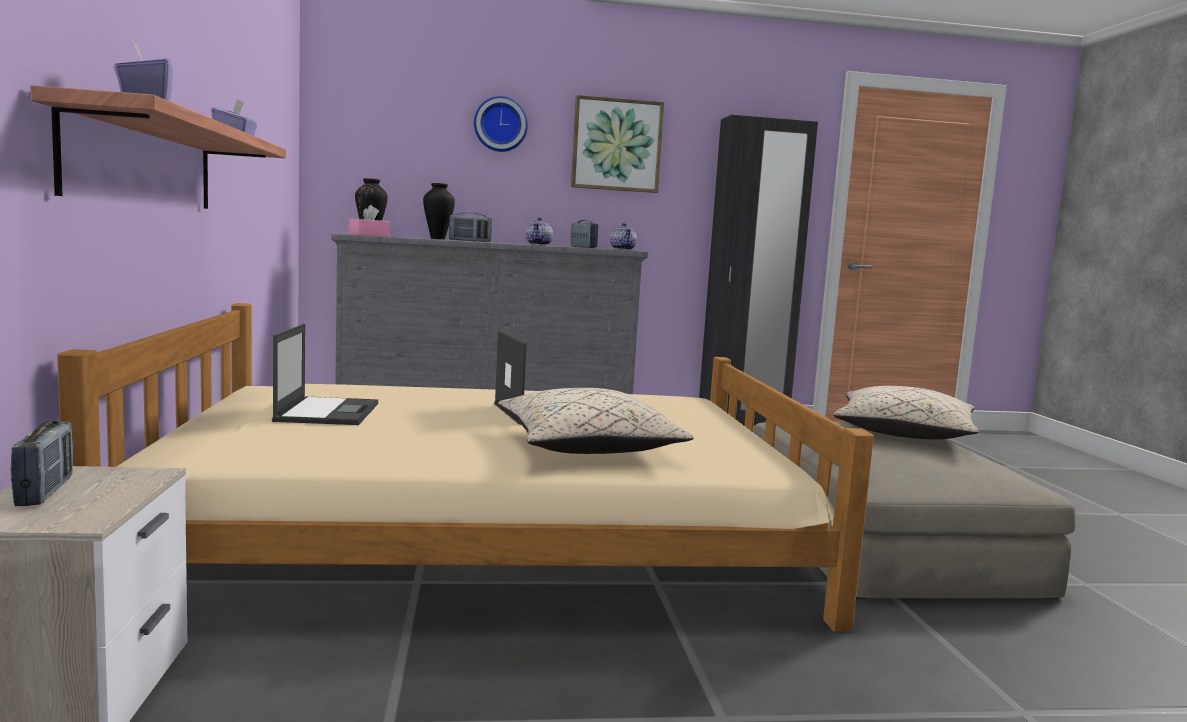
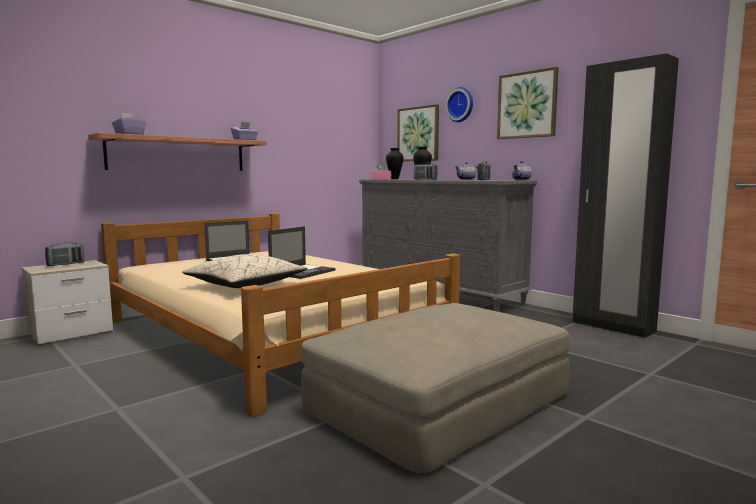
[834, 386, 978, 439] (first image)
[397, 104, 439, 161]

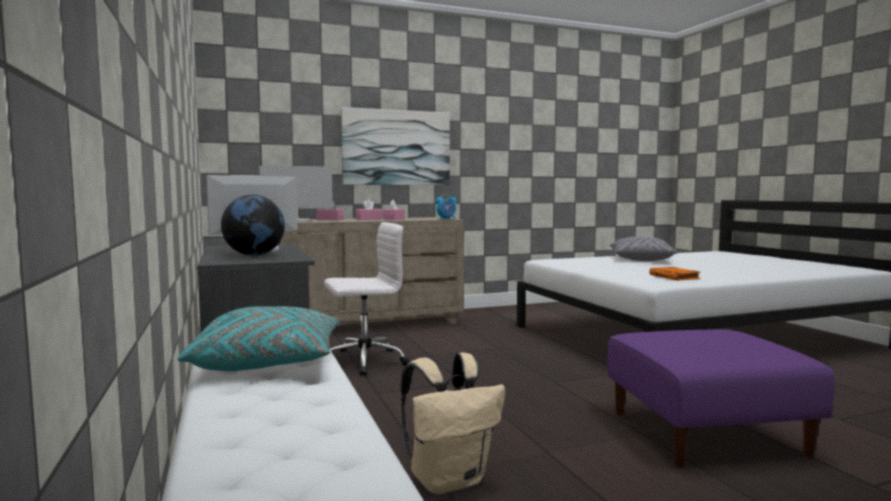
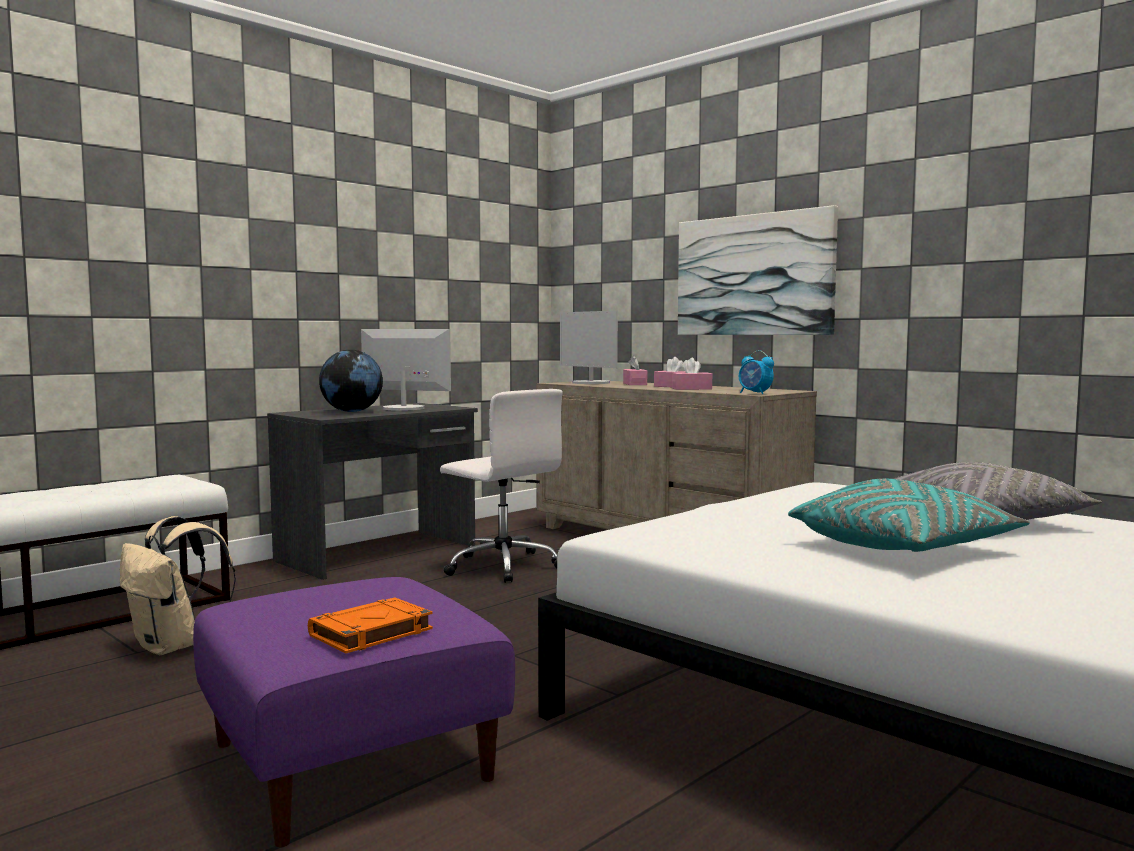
[788, 479, 1030, 552]
[308, 597, 433, 653]

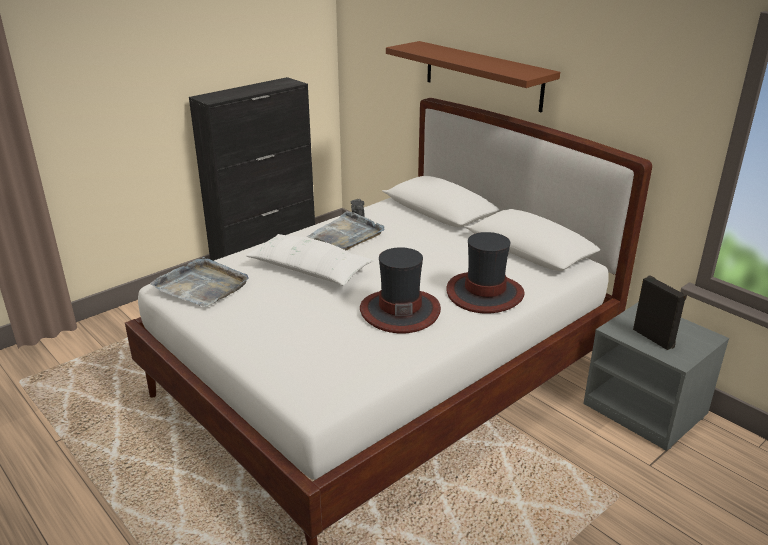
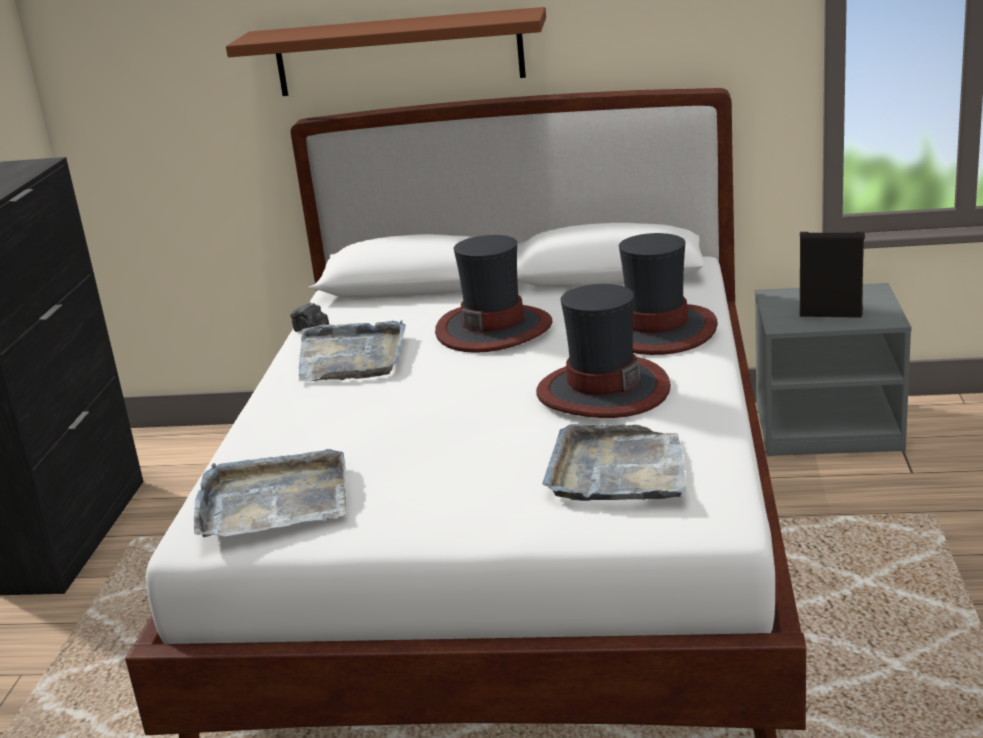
[246, 234, 374, 286] (first image)
[435, 235, 552, 353]
[542, 424, 686, 501]

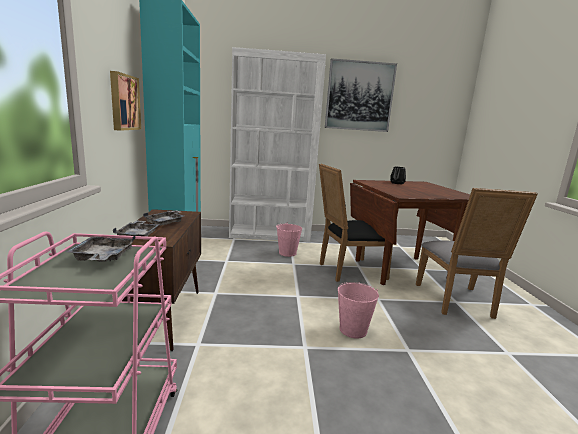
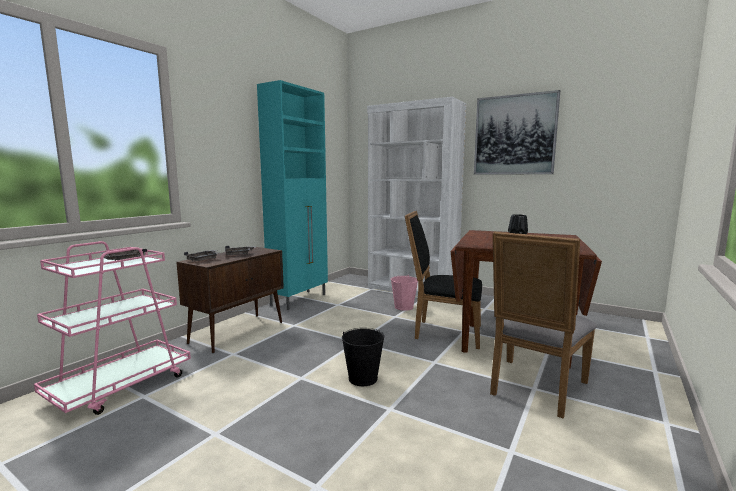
[110, 71, 141, 131] (first image)
[342, 328, 384, 386]

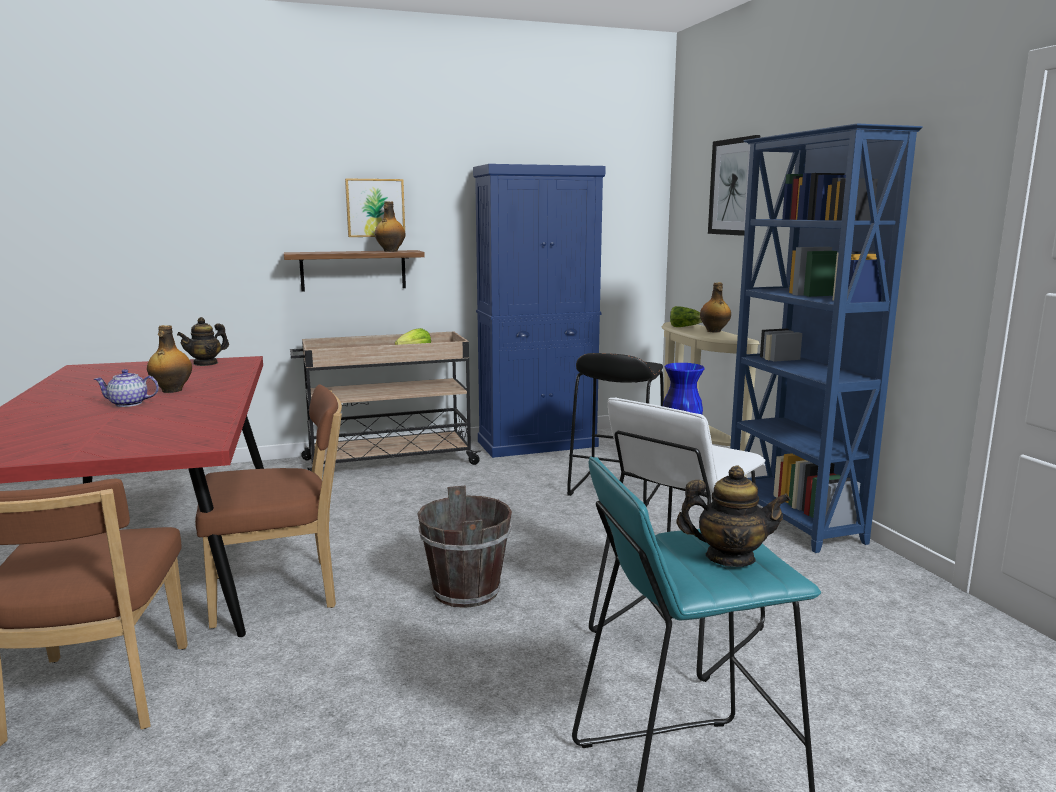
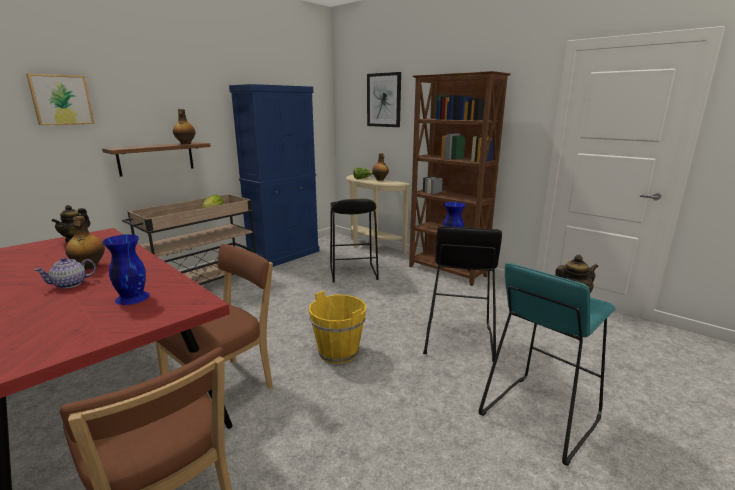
[26, 74, 95, 125]
[308, 291, 366, 364]
[423, 226, 502, 362]
[409, 71, 511, 286]
[103, 234, 150, 305]

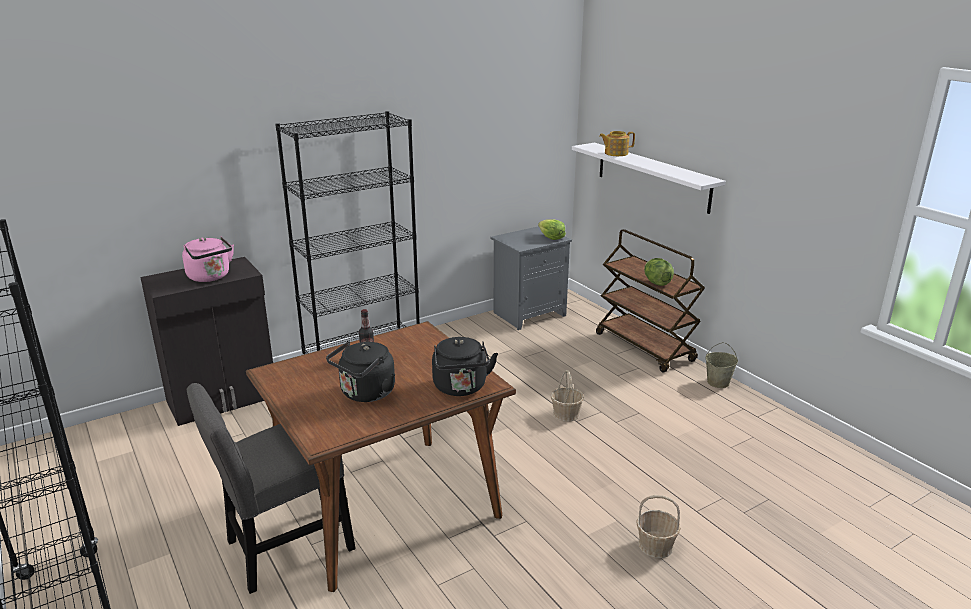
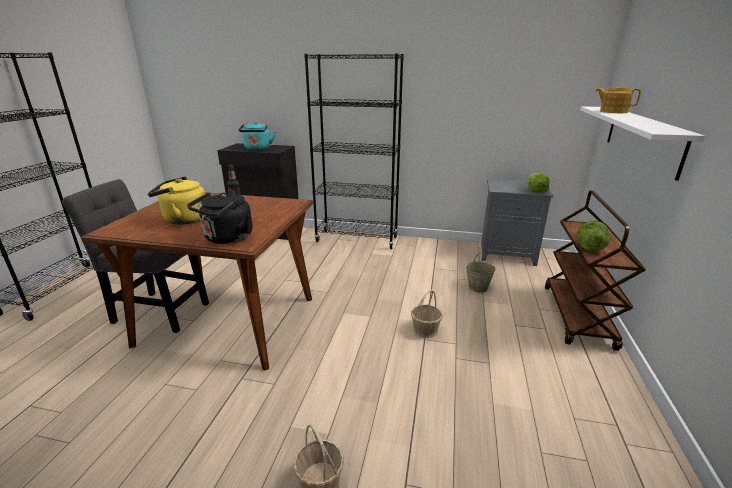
[238, 122, 275, 150]
[147, 176, 205, 225]
[466, 253, 496, 292]

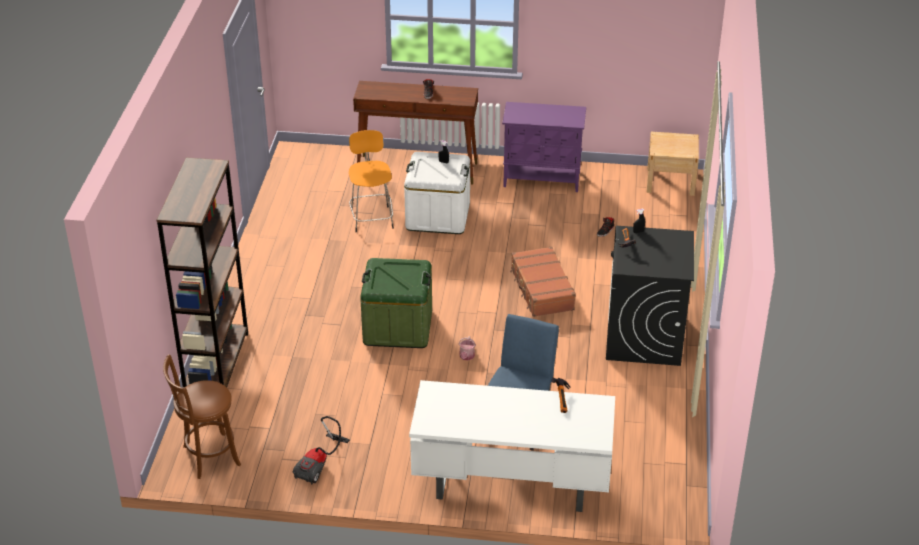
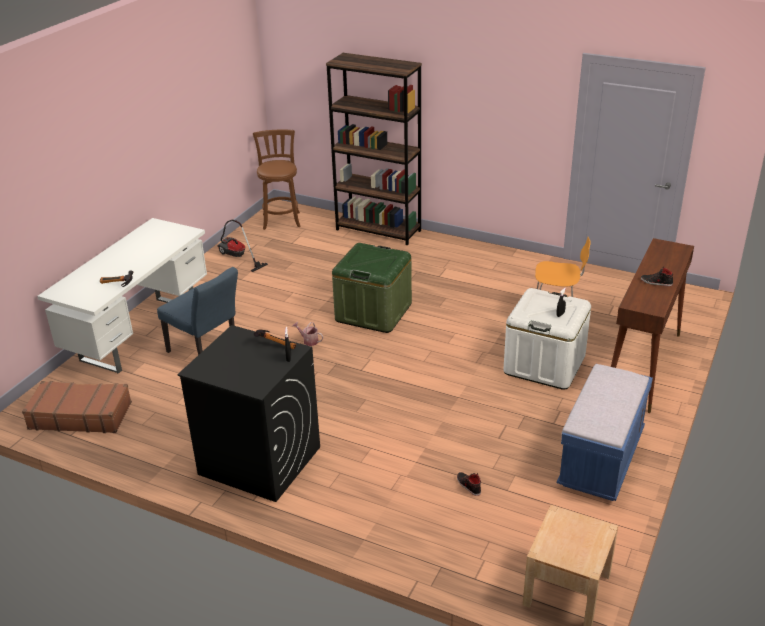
[557, 364, 653, 501]
[22, 381, 132, 433]

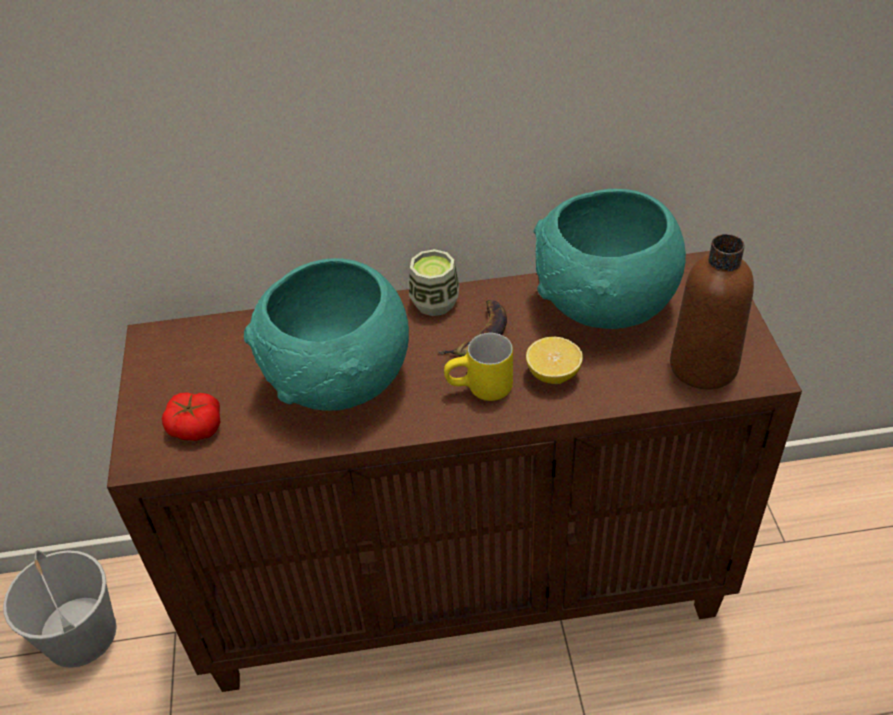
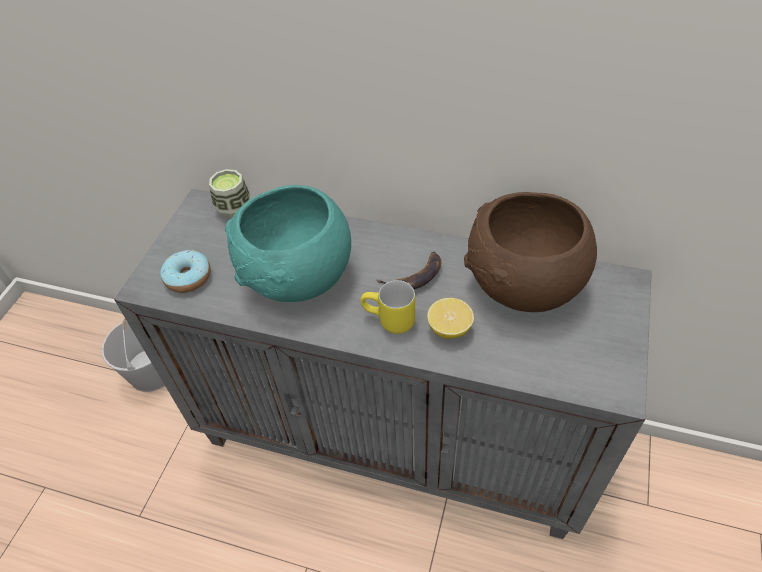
[114, 189, 652, 539]
[160, 250, 211, 293]
[209, 169, 250, 219]
[464, 192, 597, 312]
[670, 234, 754, 390] (first image)

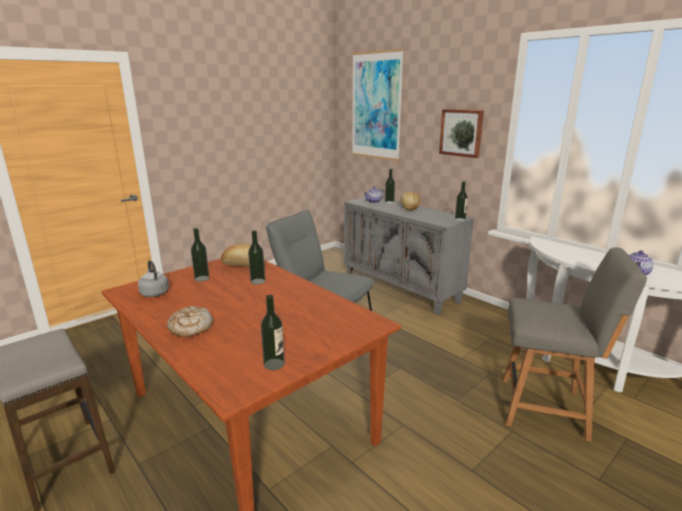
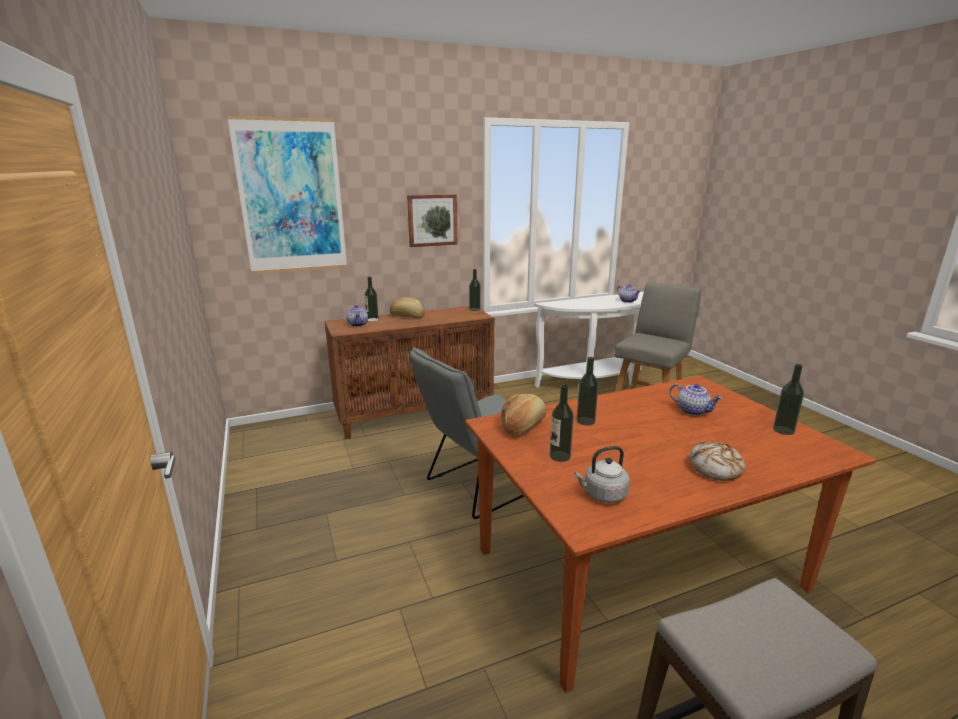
[325, 306, 494, 439]
[669, 383, 723, 416]

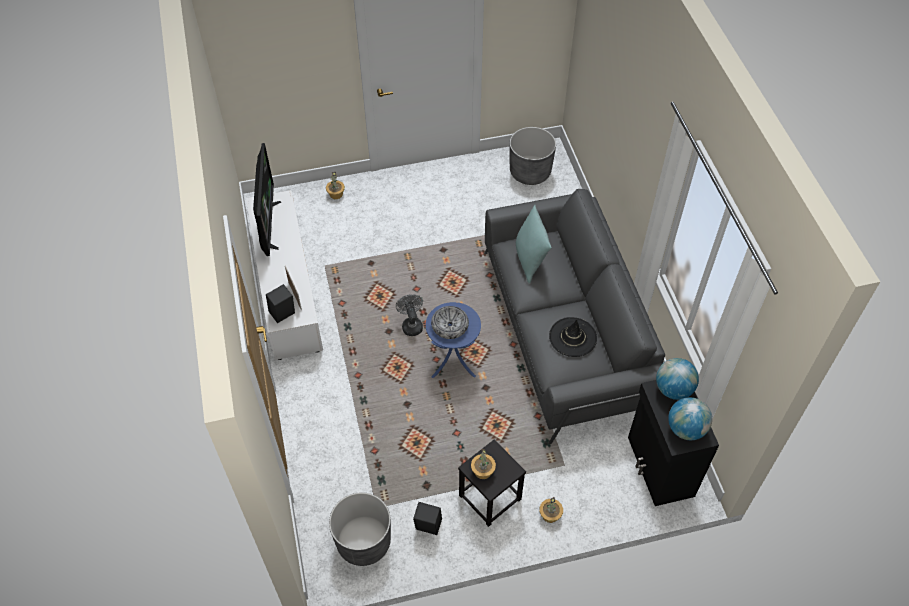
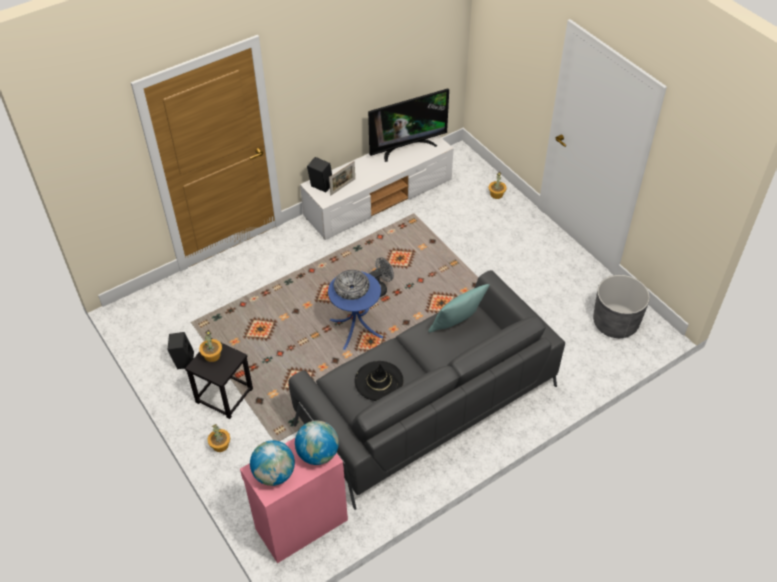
[329, 492, 391, 566] (first image)
[240, 438, 348, 563]

